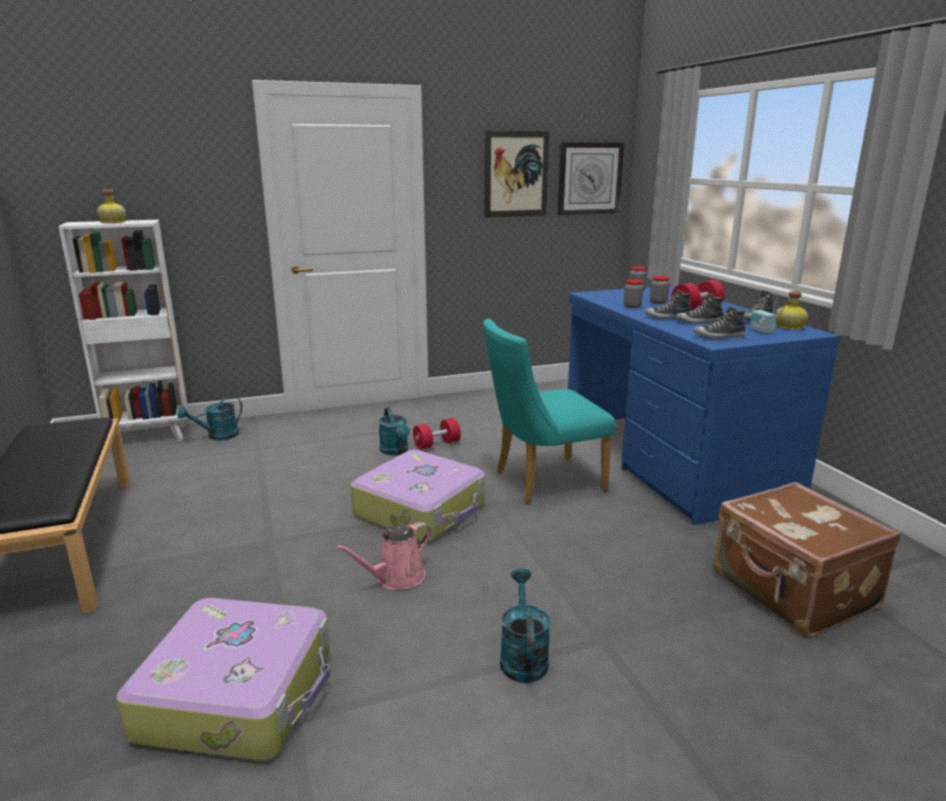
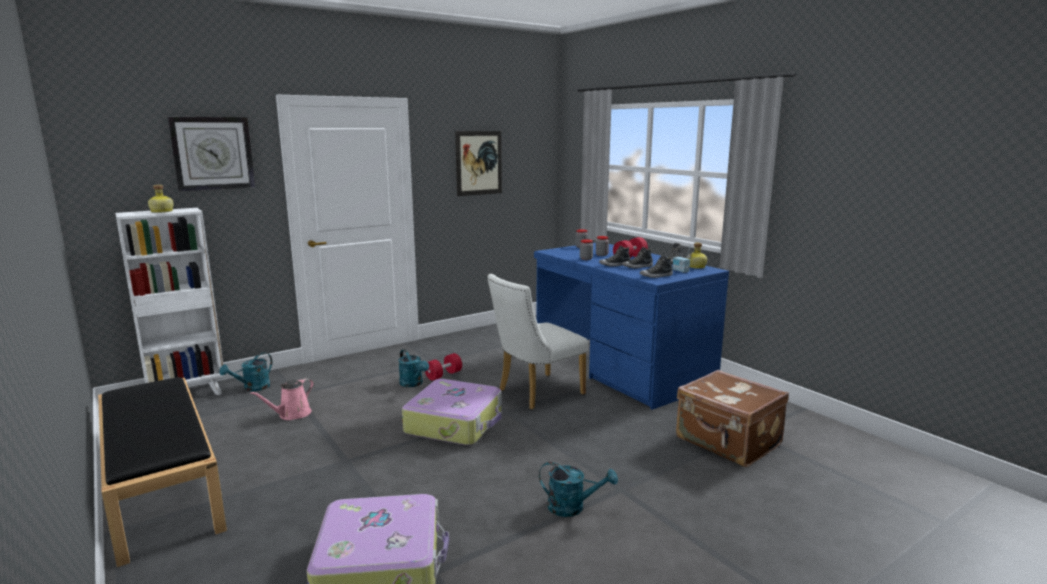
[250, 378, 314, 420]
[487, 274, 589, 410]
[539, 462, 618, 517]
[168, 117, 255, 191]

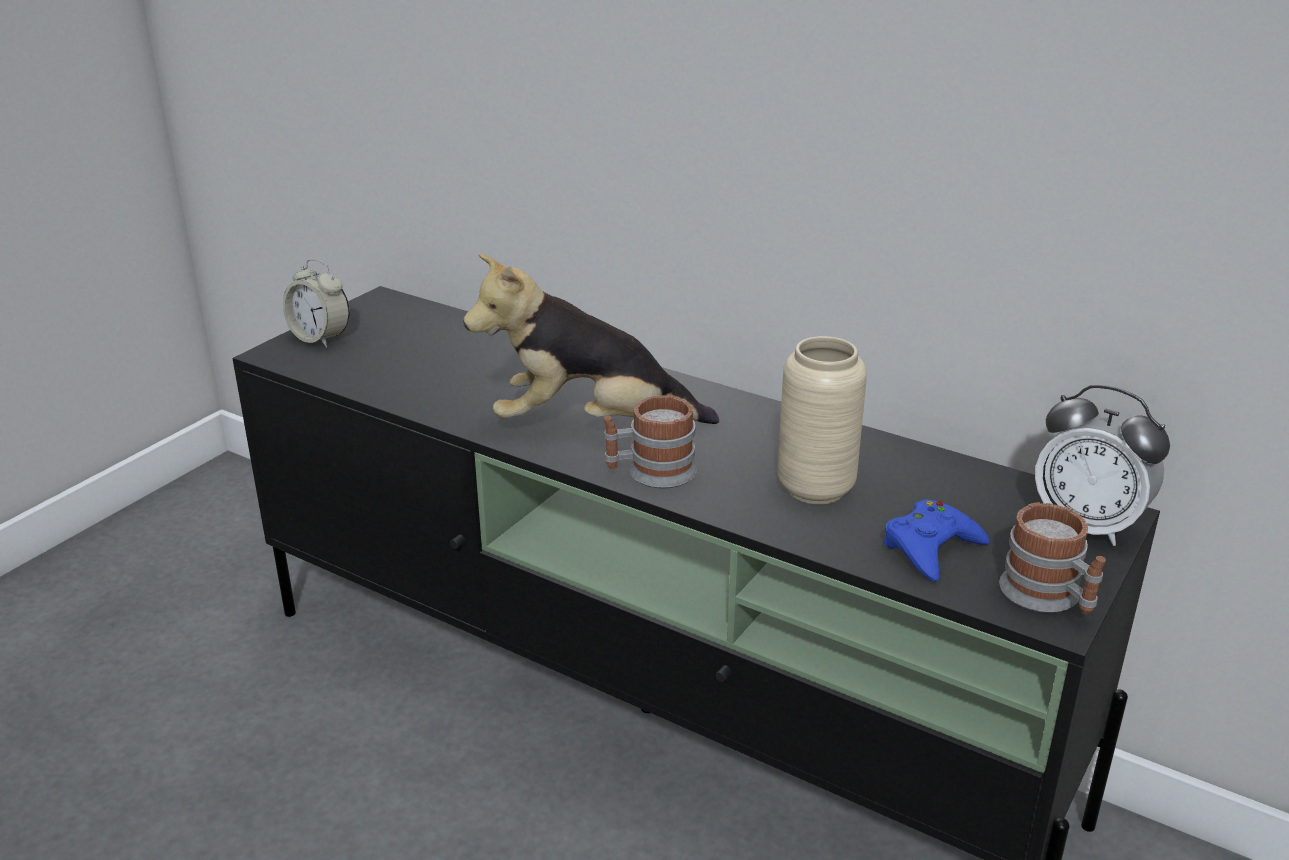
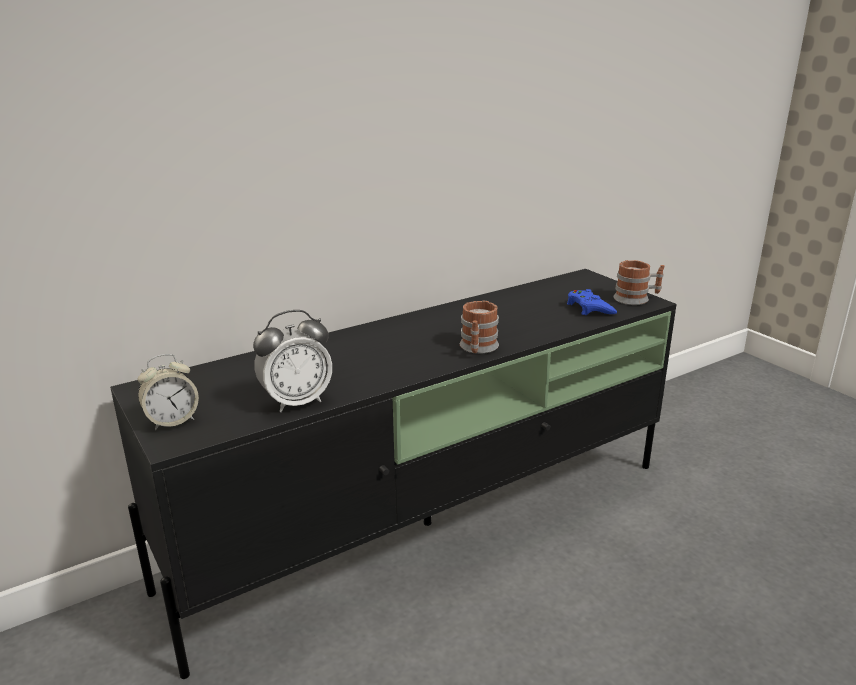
[463, 253, 719, 424] (first image)
[777, 336, 867, 505] (first image)
[253, 310, 332, 412]

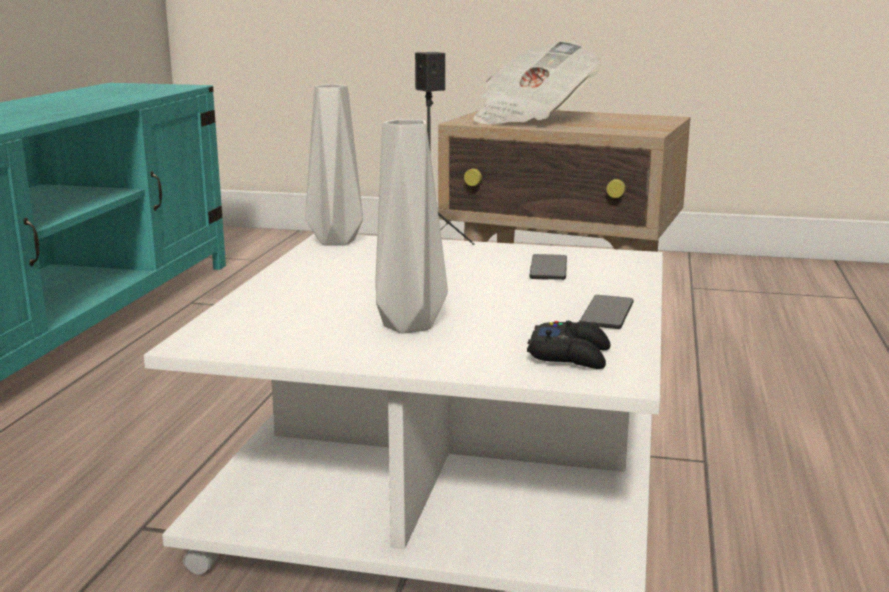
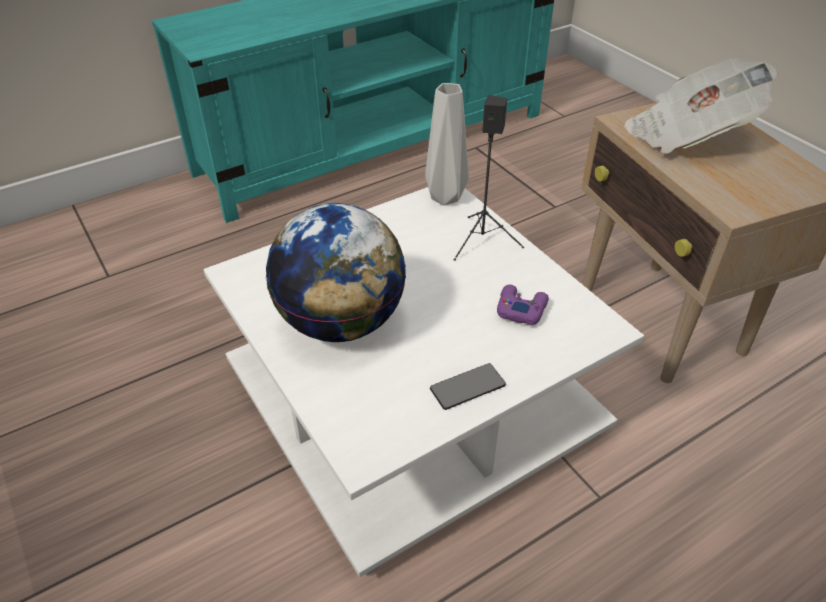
[266, 203, 406, 342]
[527, 321, 611, 369] (first image)
[497, 285, 549, 325]

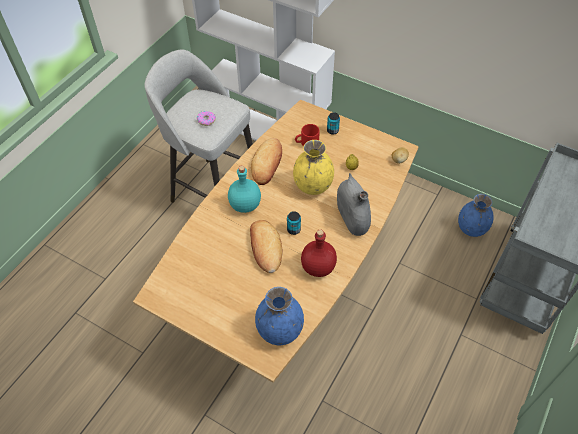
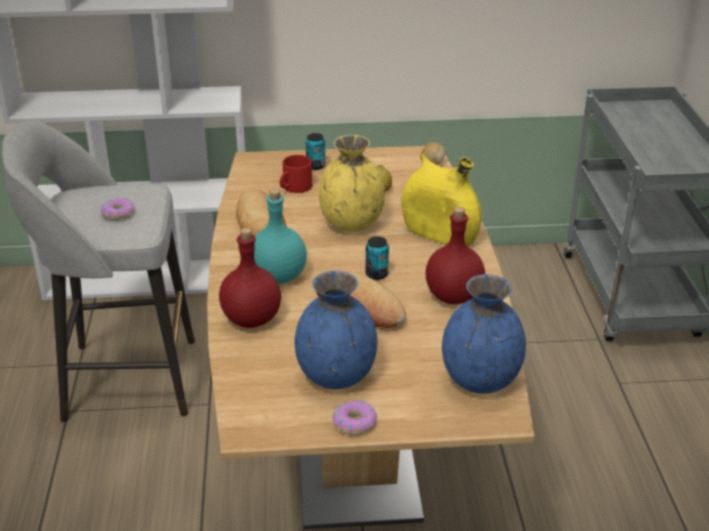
[401, 153, 482, 246]
[294, 271, 377, 389]
[219, 228, 281, 328]
[332, 400, 377, 435]

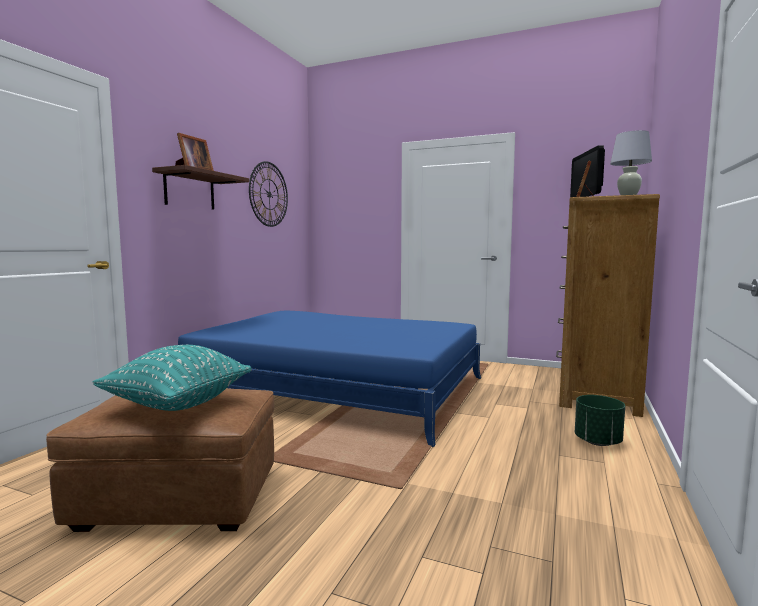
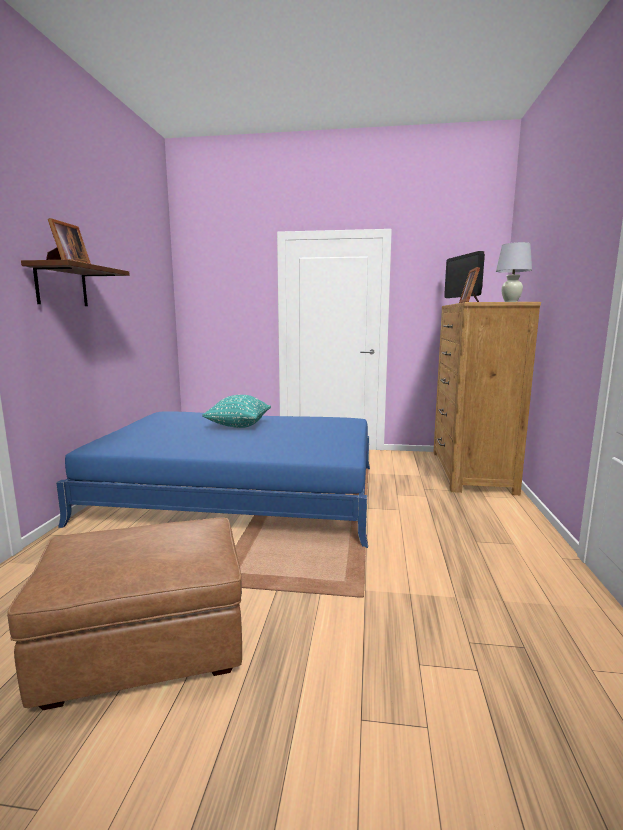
[202, 395, 271, 428]
[249, 161, 288, 227] (first image)
[575, 395, 625, 446] (first image)

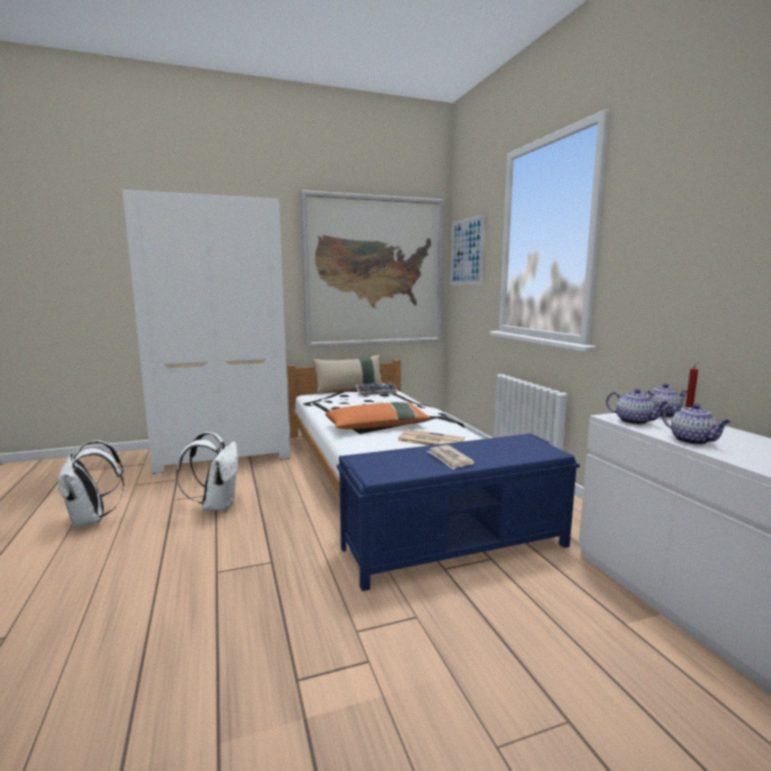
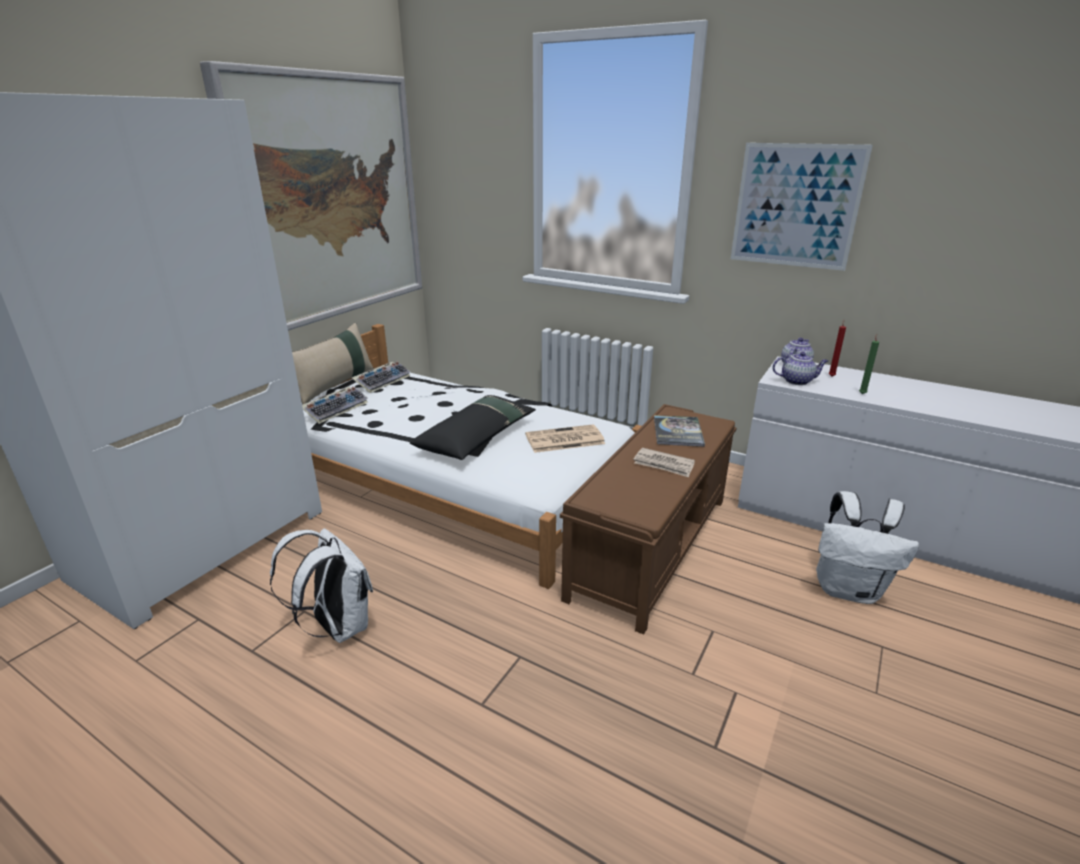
[816, 491, 919, 604]
[410, 395, 536, 460]
[560, 404, 737, 634]
[731, 143, 873, 271]
[859, 334, 879, 394]
[302, 387, 368, 424]
[654, 415, 705, 447]

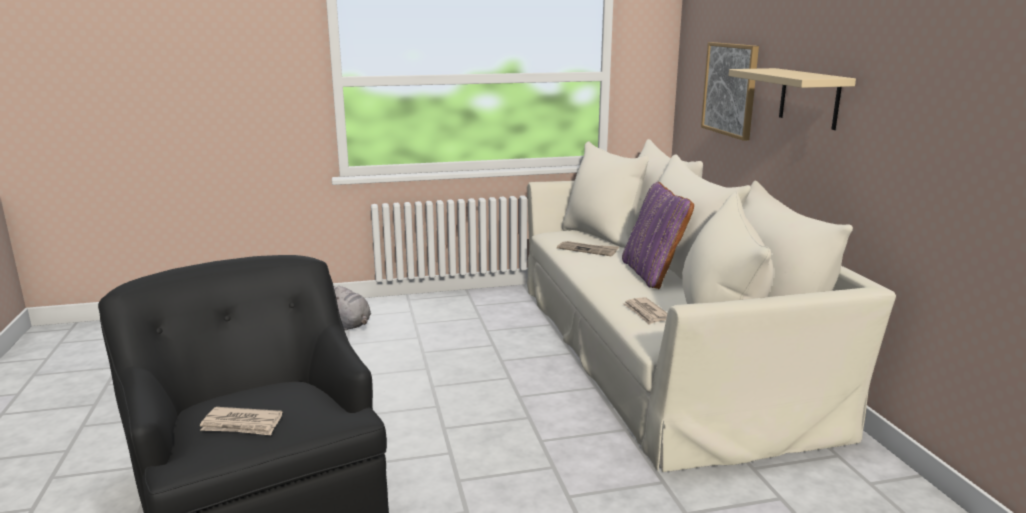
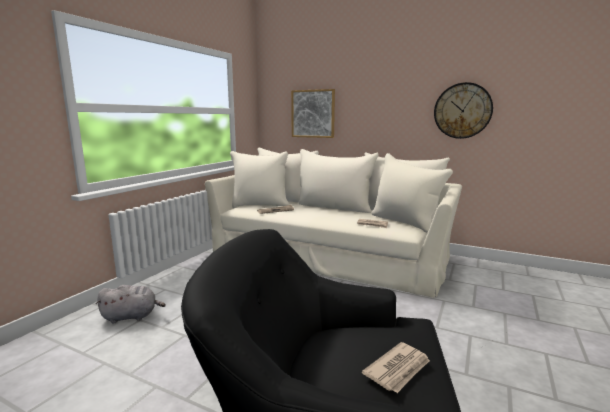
[622, 182, 694, 289] (first image)
[729, 68, 856, 130] (first image)
[434, 82, 493, 139]

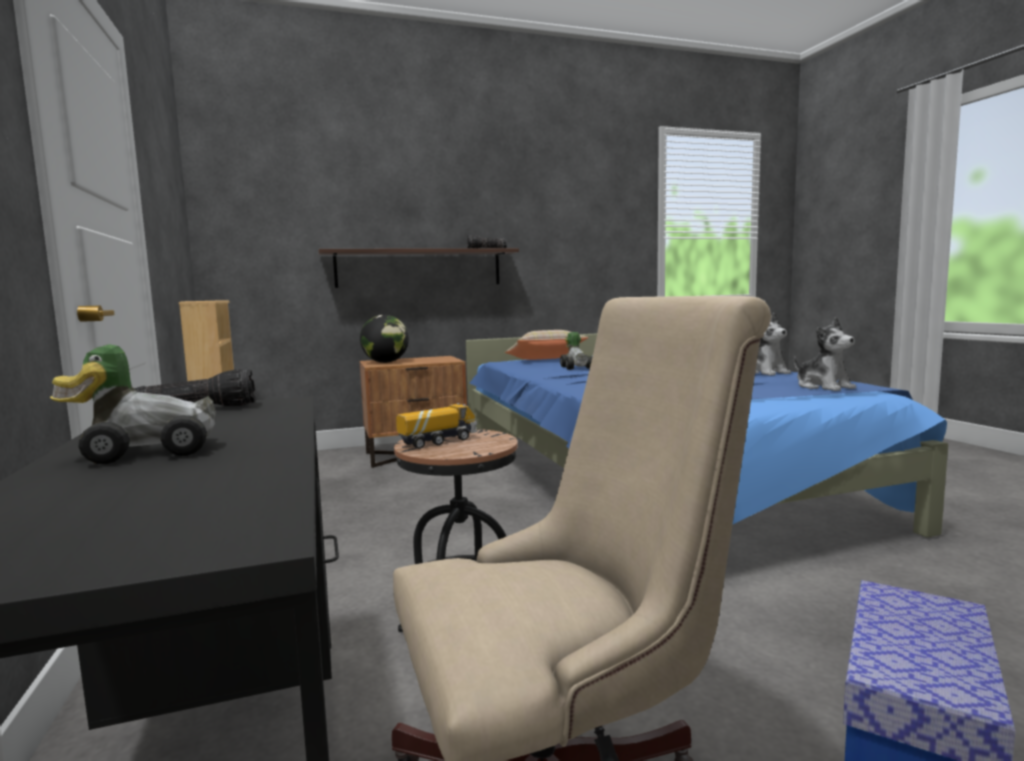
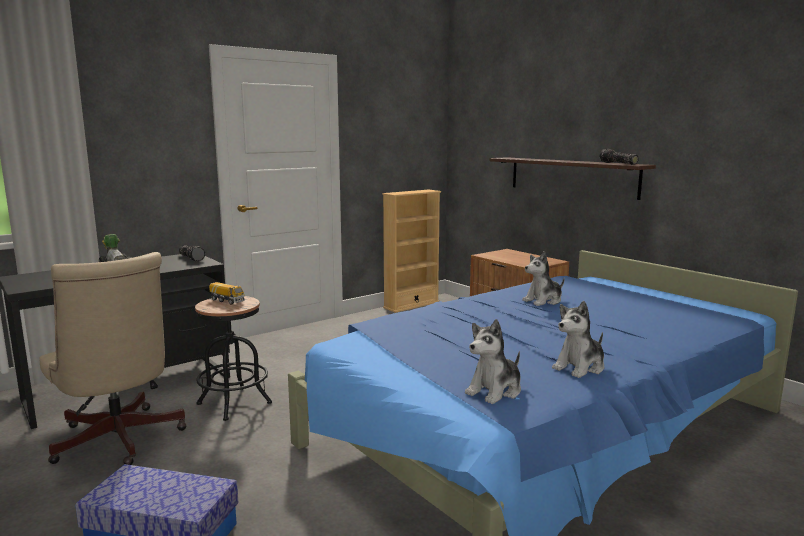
[360, 315, 409, 363] (first image)
[505, 330, 588, 360] (first image)
[522, 251, 565, 306]

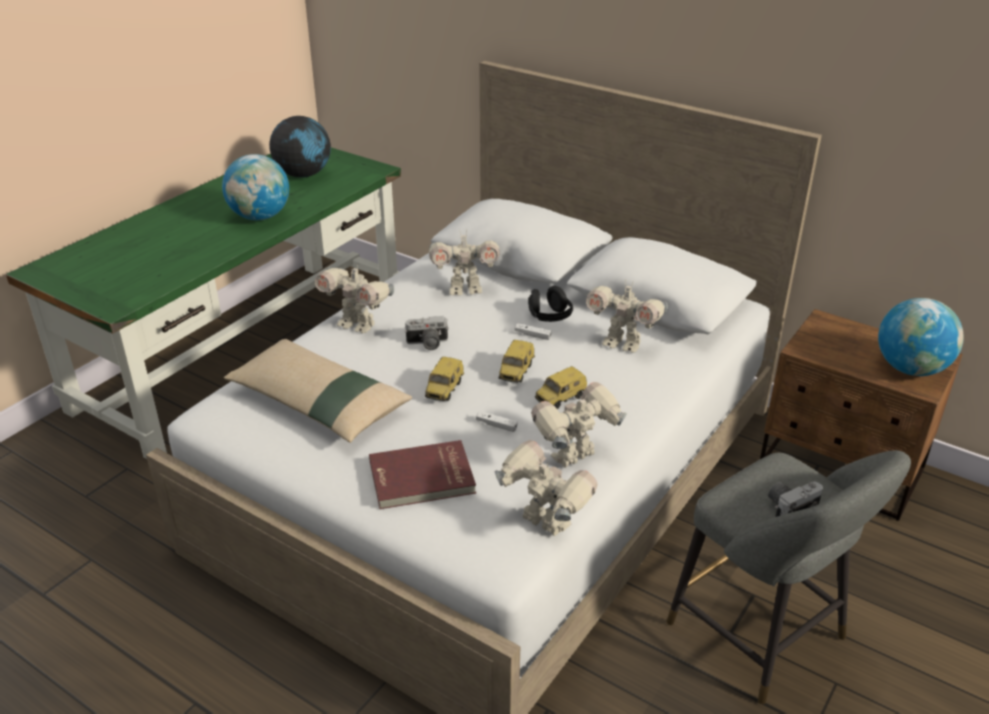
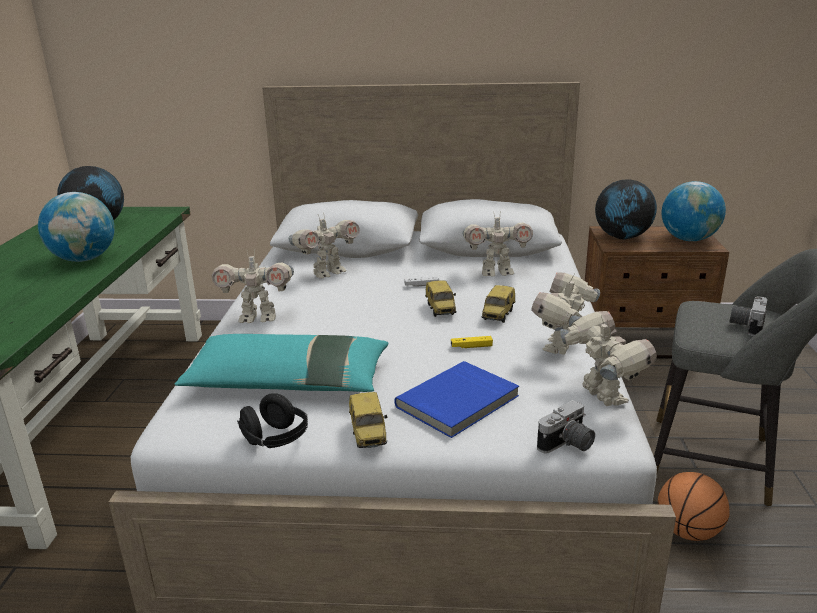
[175, 334, 388, 392]
[394, 361, 519, 438]
[537, 400, 595, 454]
[349, 392, 387, 448]
[451, 336, 493, 348]
[560, 311, 657, 406]
[237, 393, 308, 448]
[595, 179, 657, 239]
[658, 472, 730, 541]

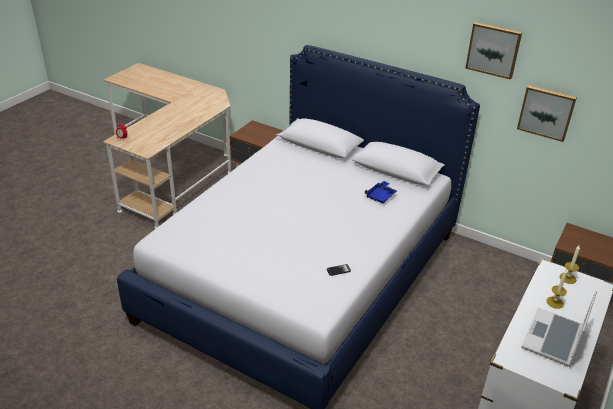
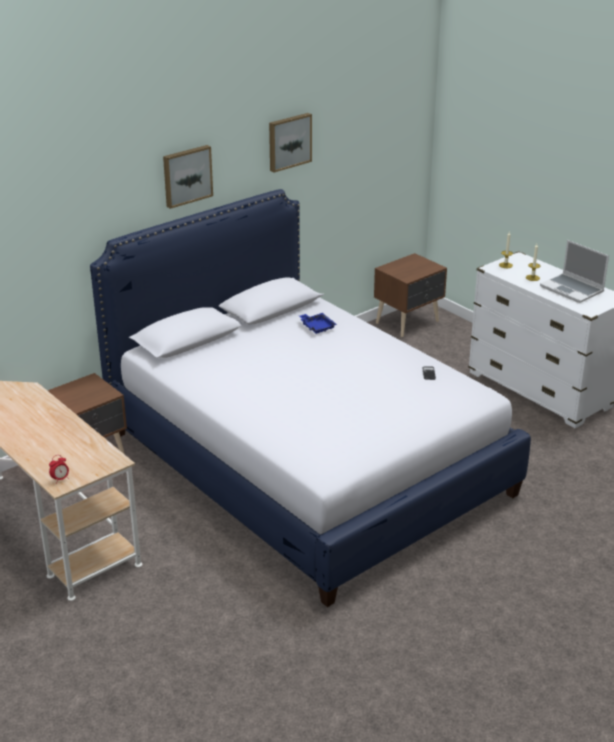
[163, 145, 213, 209]

